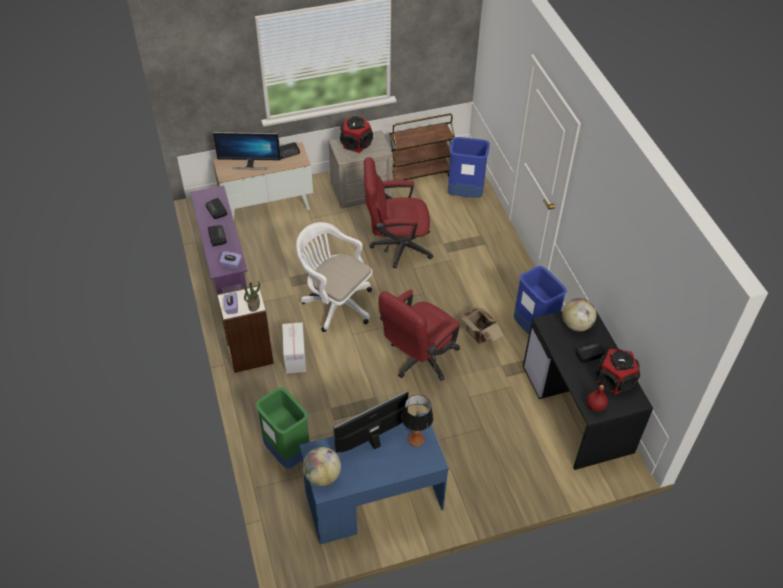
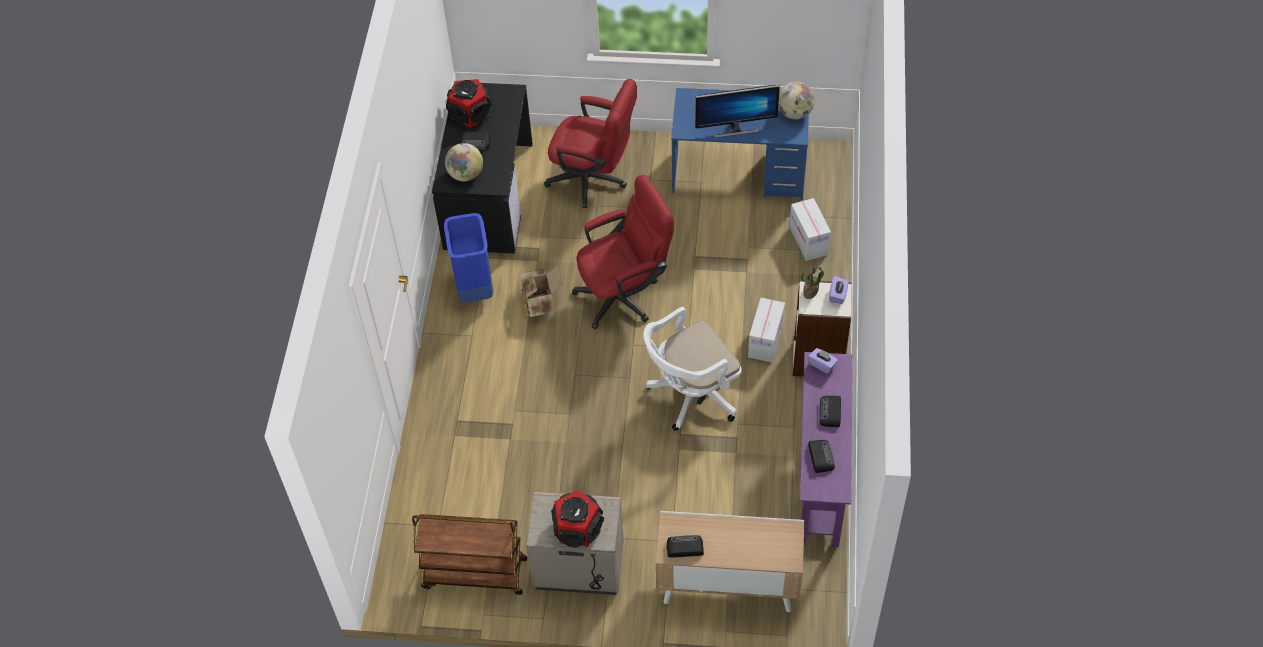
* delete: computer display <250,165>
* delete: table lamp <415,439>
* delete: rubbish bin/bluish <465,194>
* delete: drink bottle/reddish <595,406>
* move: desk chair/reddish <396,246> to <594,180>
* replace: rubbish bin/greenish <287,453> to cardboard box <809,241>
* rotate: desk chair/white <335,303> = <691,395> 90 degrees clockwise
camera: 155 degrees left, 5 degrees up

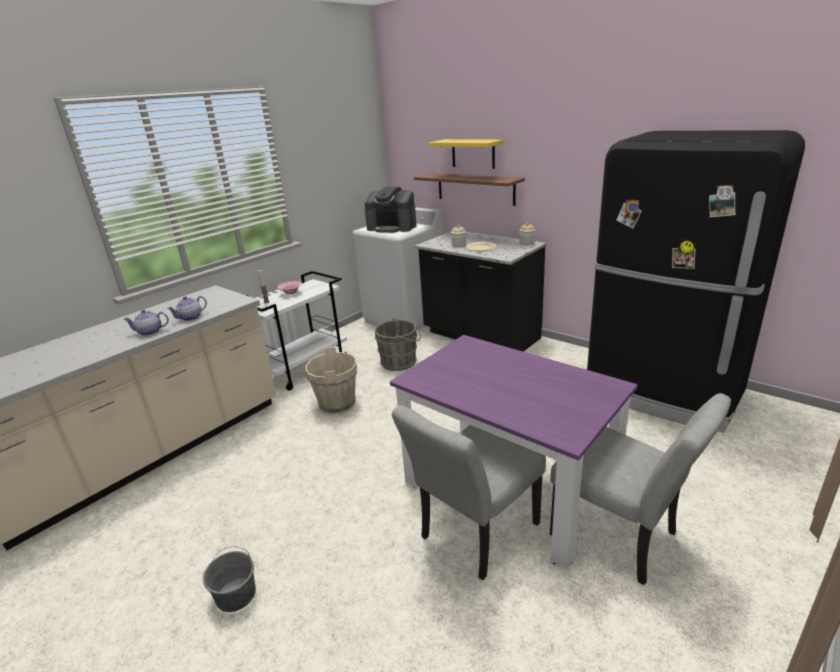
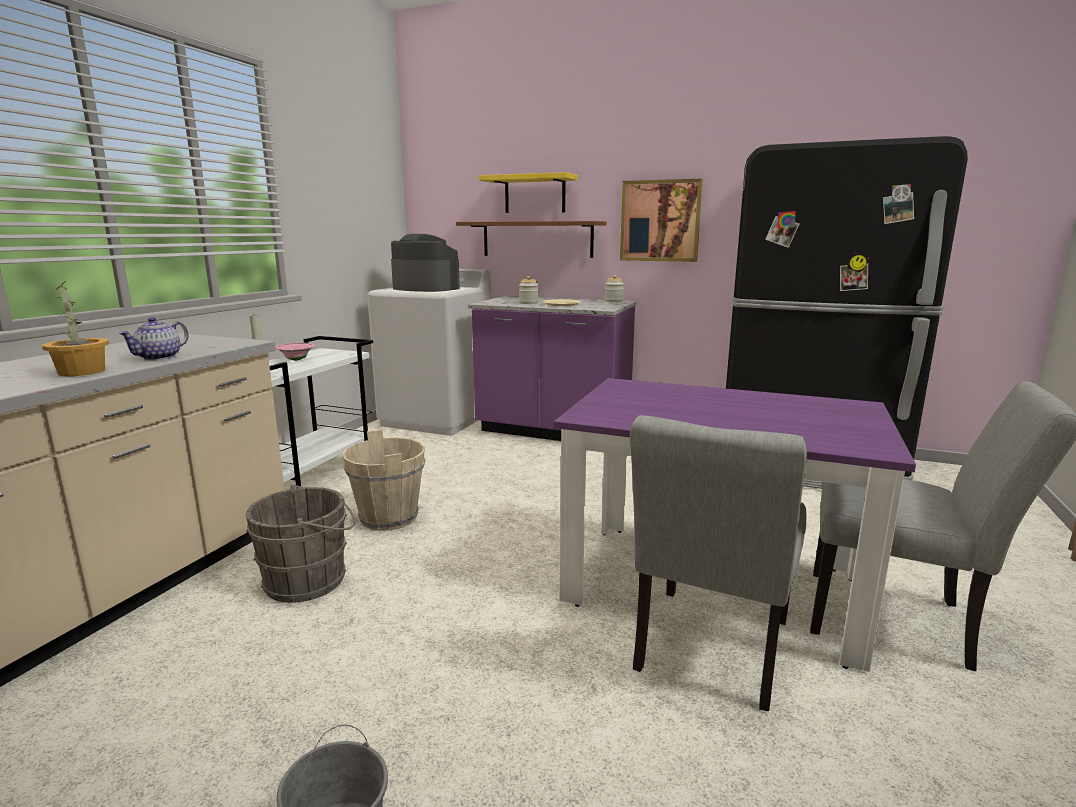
* insert: wall art <660,221>
* move: water bucket/greyish <401,362> to <311,580>
* replace: tea pot <149,332> to plant in a pot <82,372>
* recolor: kitchen counter/blackish <480,337> to kitchen counter/purple <553,431>
* rotate: coffee brewer <392,227> = <425,288> 150 degrees counterclockwise
camera: 20 degrees left, 10 degrees down

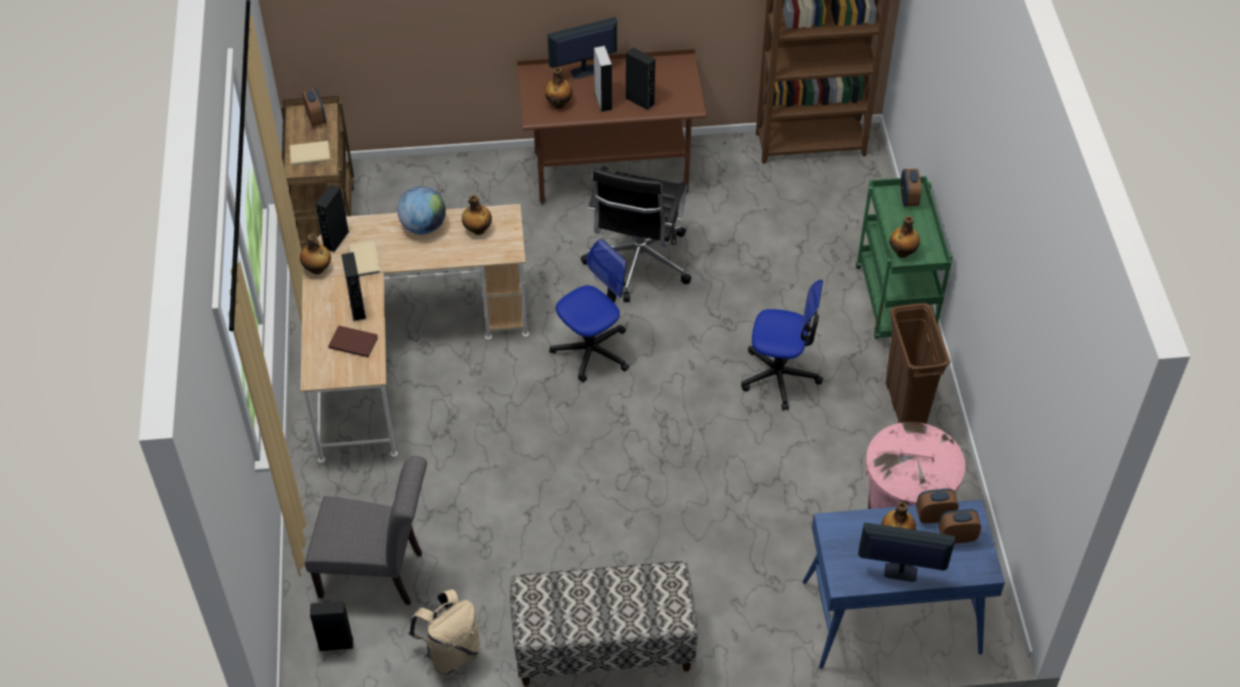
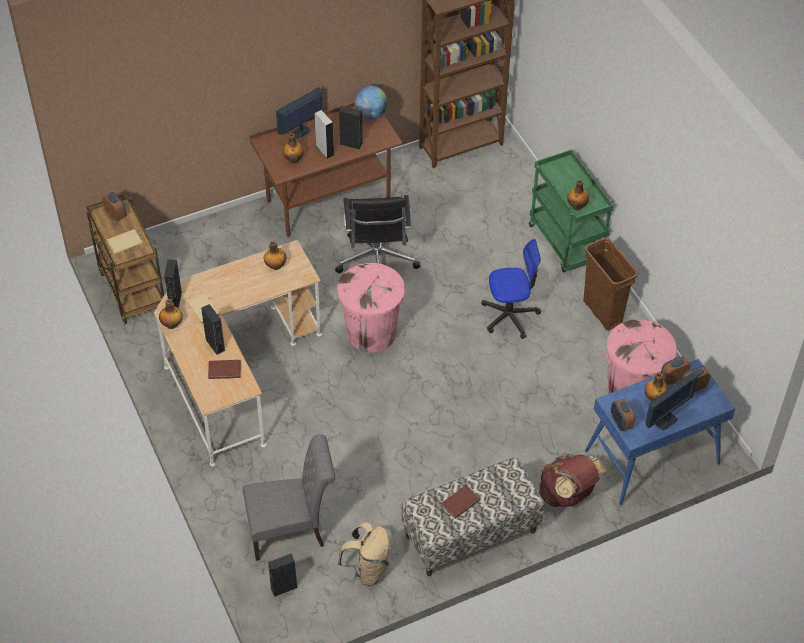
* insert: bound book/brown <459,502>
* insert: backpack/brown <567,495>
* move: globe <423,226> to <371,114>
* move: bedside clock <908,199> to <620,423>
* replace: desk chair <592,350> to rubbish bin/pink-coloured <371,333>
* rotate: computer display <899,572> = <666,421> 150 degrees clockwise
camera: 20 degrees left, 0 degrees up

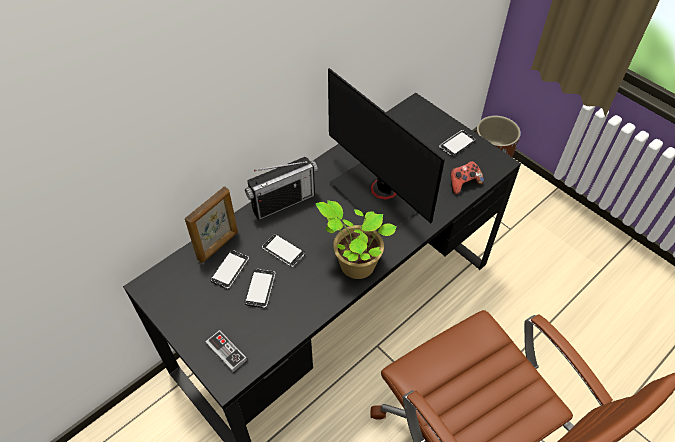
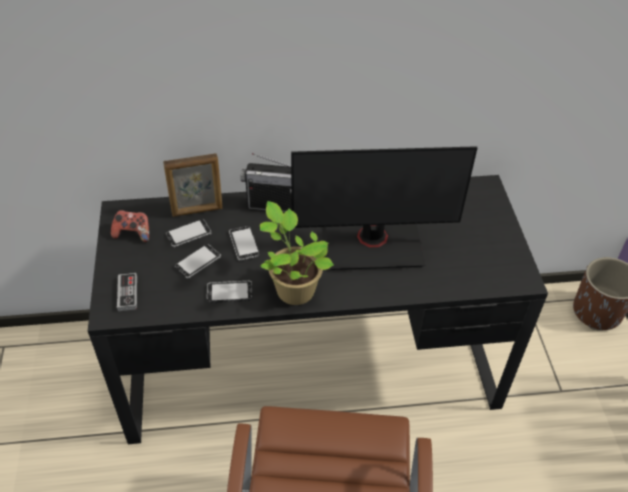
* move: telephone <457,144> to <229,292>
* move: gamepad <463,183> to <133,233>
* rotate: computer display <379,194> = <373,244> 90 degrees counterclockwise
camera: 35 degrees right, 5 degrees down

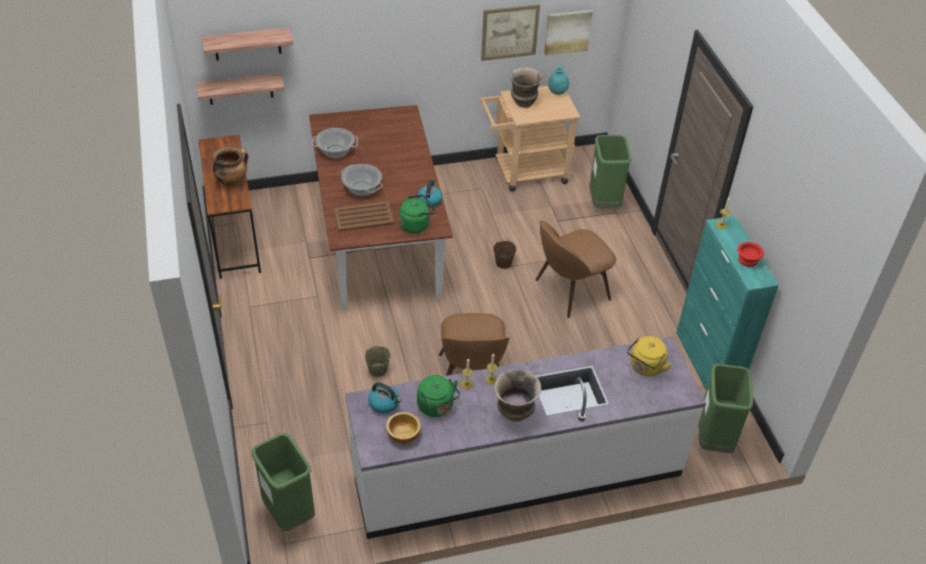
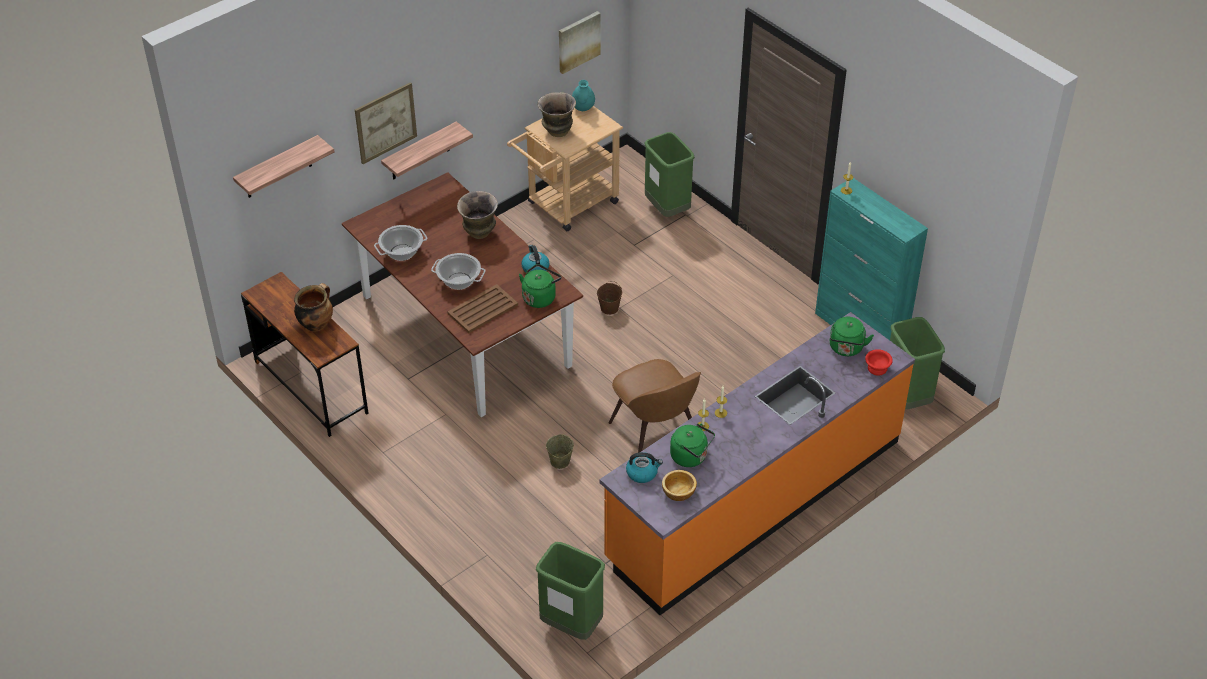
* delete: plain chair/brown <569,290>
* move: wall shelf <240,89> to <420,152>
* move: wall art <509,32> to <385,122>
* move: decorative vase <514,414> to <479,233>
* move: bowl/reddish <748,260> to <878,369>
* recolor: kitchen counter/white <517,472> to kitchen counter/orangey <754,499>
* recolor: tea kettle/yellowish <645,368> to tea kettle/greenish <846,349>
camera: 25 degrees left, 0 degrees up

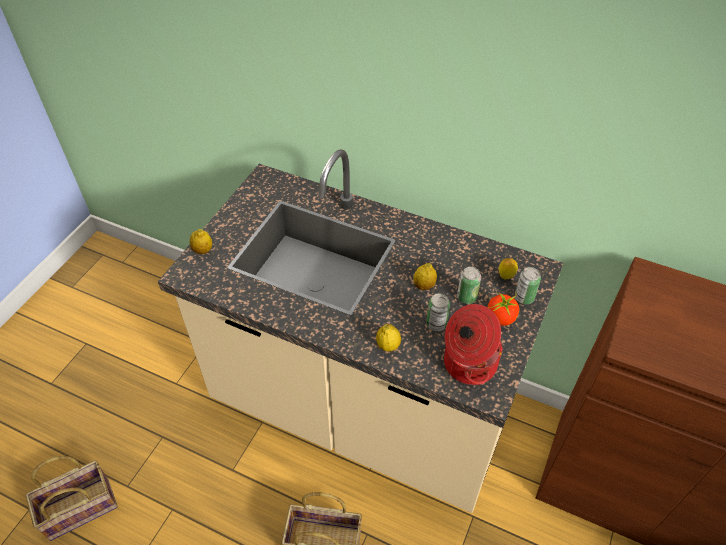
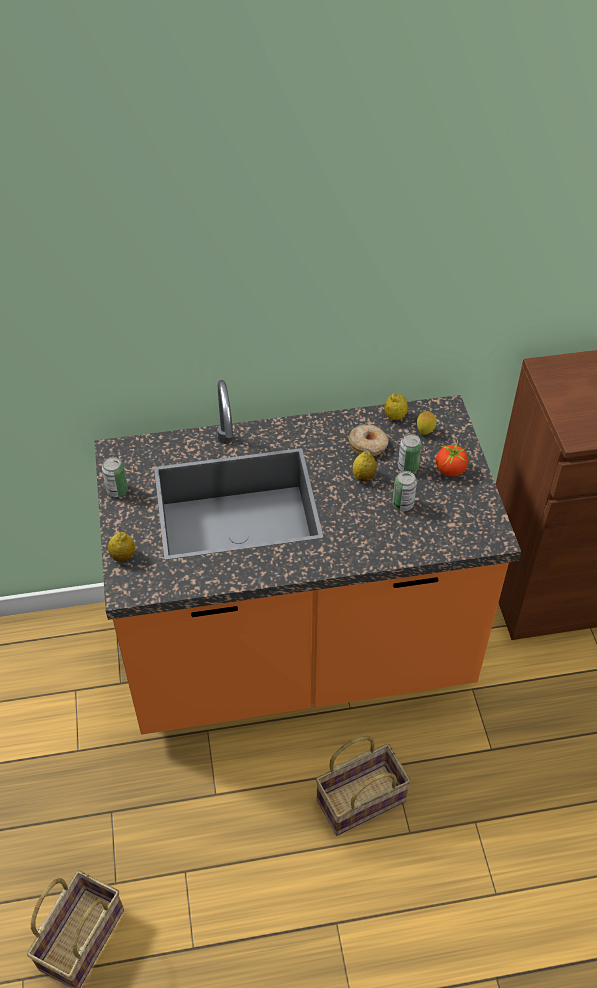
* delete: cooking pot <468,363>
* insert: doughnut <368,445>
* move: whole lemon <388,346> to <395,416>
* move: metal can <524,297> to <117,490>
* recolor: kitchen counter/sand-coloured <363,408> to kitchen counter/orangey <298,655>
camera: 35 degrees left, 0 degrees up

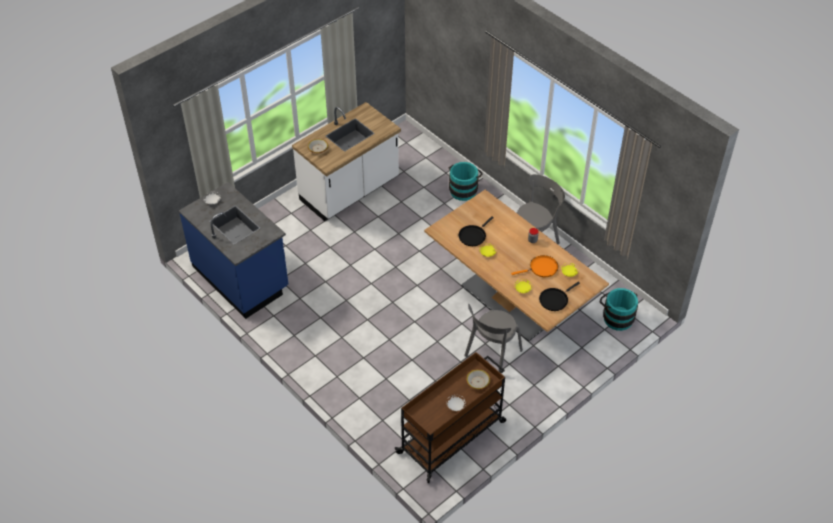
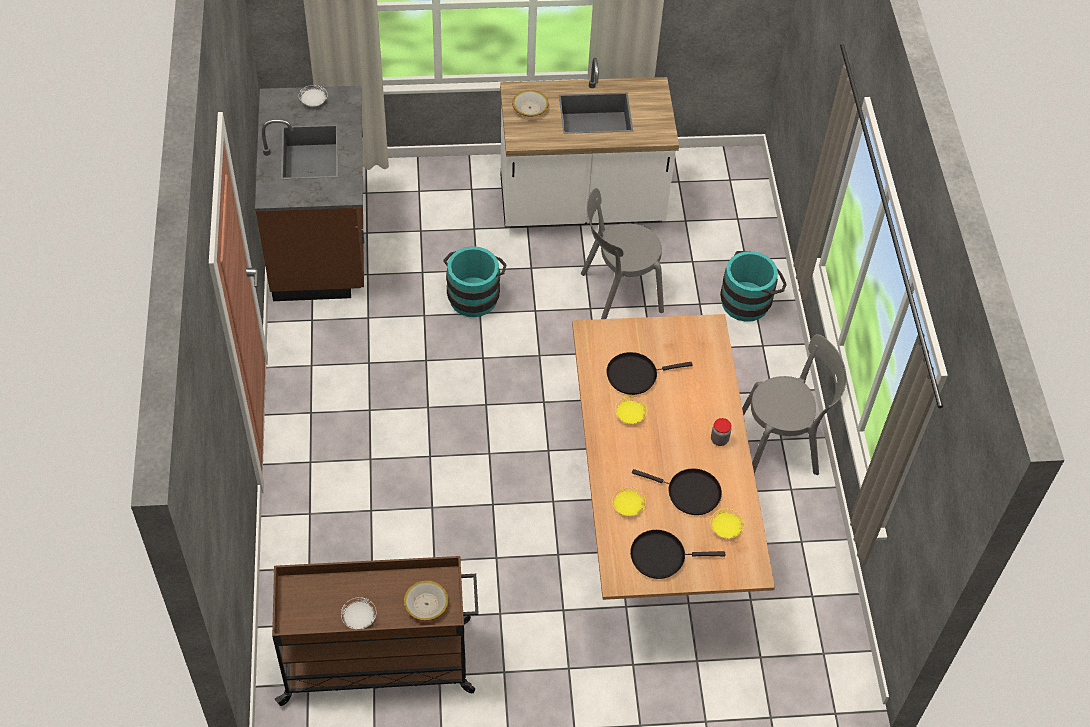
* move: plain chair/greyish <491,355> to <617,293>
* move: water bucket/turquoise-coloured <616,317> to <474,294>
* recolor: kitchen counter/bluish <241,277> to kitchen counter/brown <321,240>
* recolor: frying pan/orangey <541,268> to frying pan/blackish <689,493>
camera: 35 degrees right, 5 degrees up

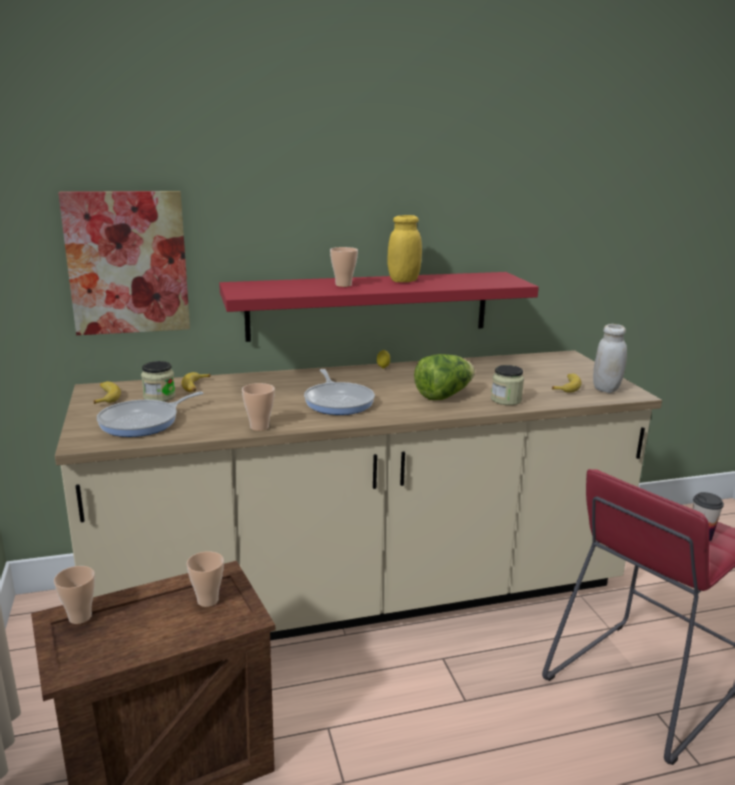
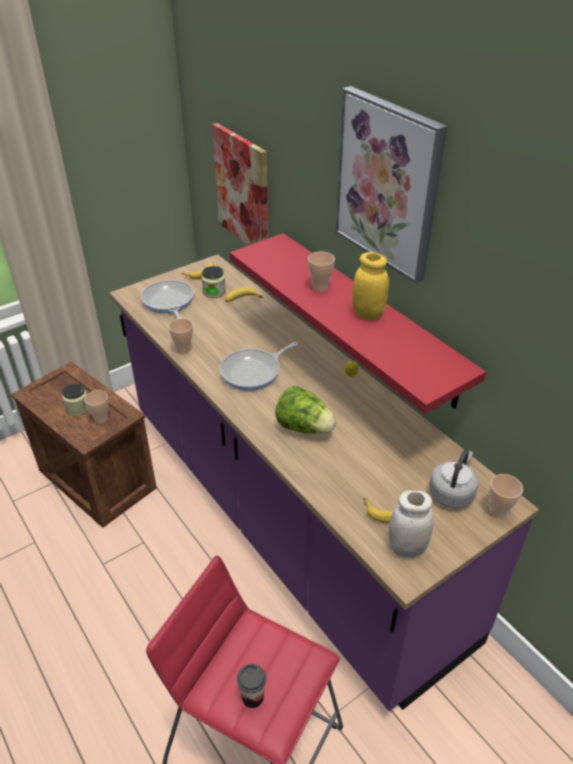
* insert: wall art <388,184>
* insert: tea kettle/greyish <452,492>
* move: cup <80,617> to <498,511>
* move: jar <506,400> to <78,408>
* recolor: kitchen counter/sand-coloured <362,595> to kitchen counter/purple <286,518>
* rotate: frying pan <143,422> = <168,302> 45 degrees clockwise
camera: 70 degrees right, 20 degrees up

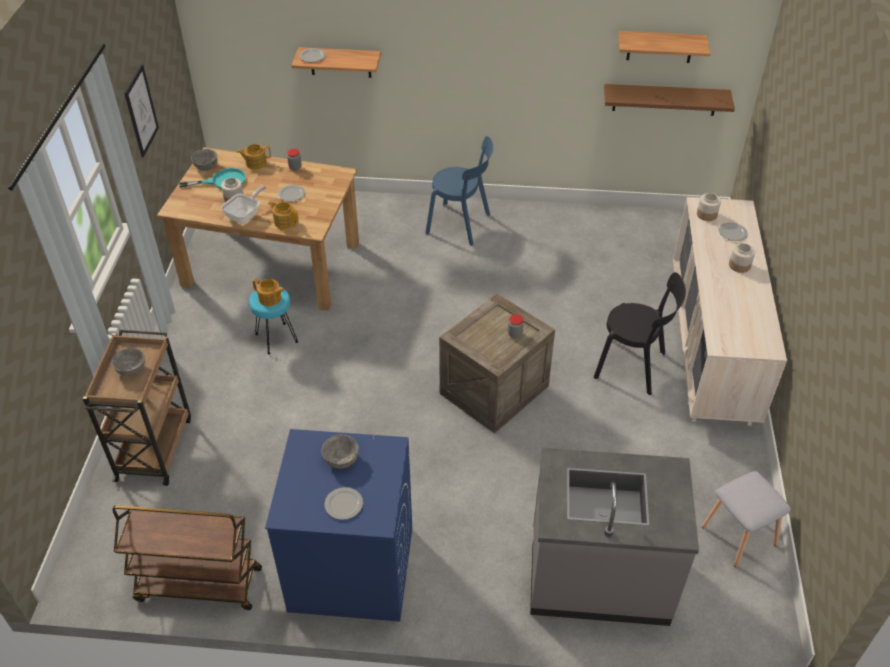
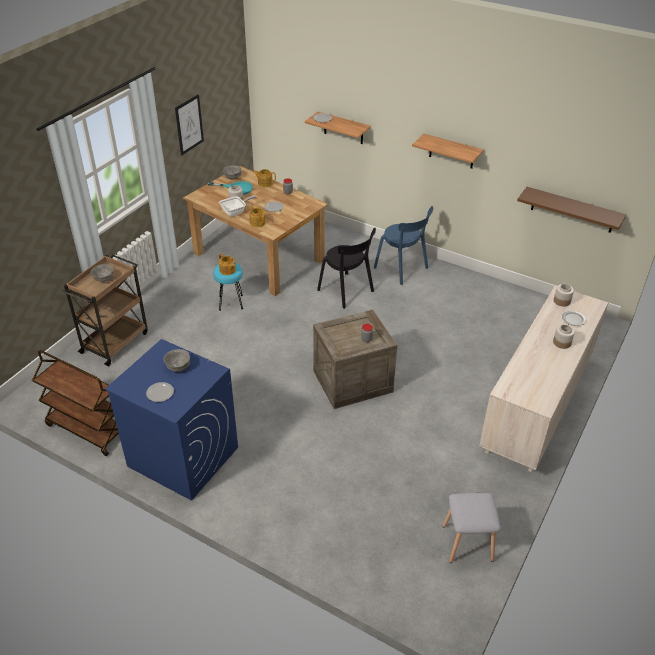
* delete: kitchen counter/greyish <598,576>
* move: plain chair/blackish <633,366> to <347,292>
* move: wall shelf <660,46> to <451,151>
camera: 25 degrees right, 5 degrees down

